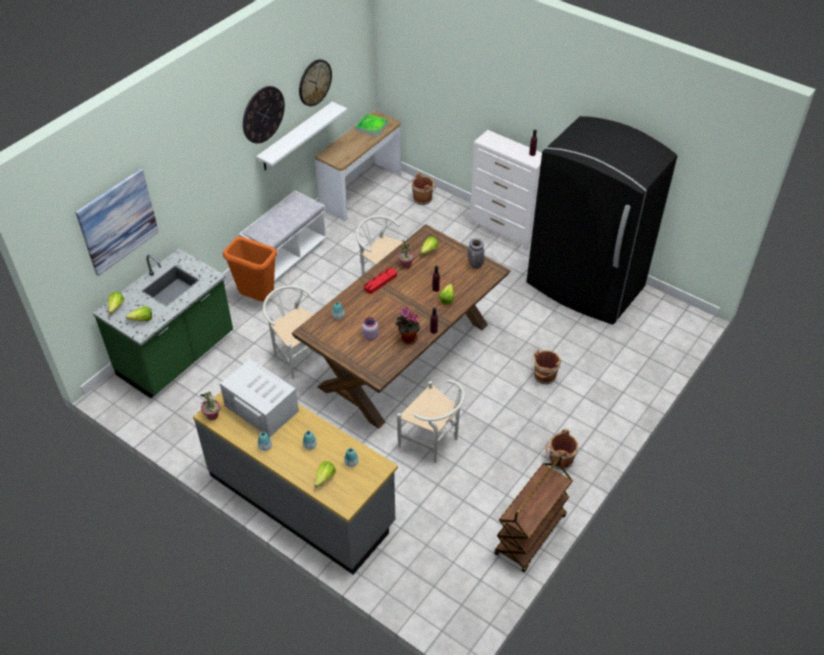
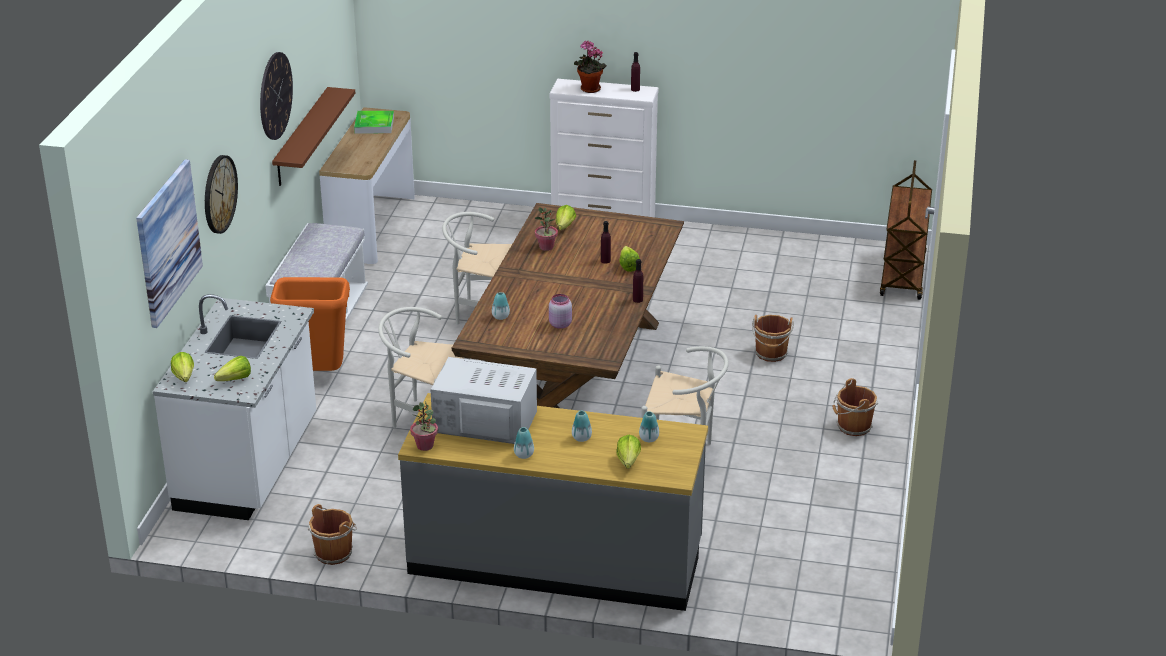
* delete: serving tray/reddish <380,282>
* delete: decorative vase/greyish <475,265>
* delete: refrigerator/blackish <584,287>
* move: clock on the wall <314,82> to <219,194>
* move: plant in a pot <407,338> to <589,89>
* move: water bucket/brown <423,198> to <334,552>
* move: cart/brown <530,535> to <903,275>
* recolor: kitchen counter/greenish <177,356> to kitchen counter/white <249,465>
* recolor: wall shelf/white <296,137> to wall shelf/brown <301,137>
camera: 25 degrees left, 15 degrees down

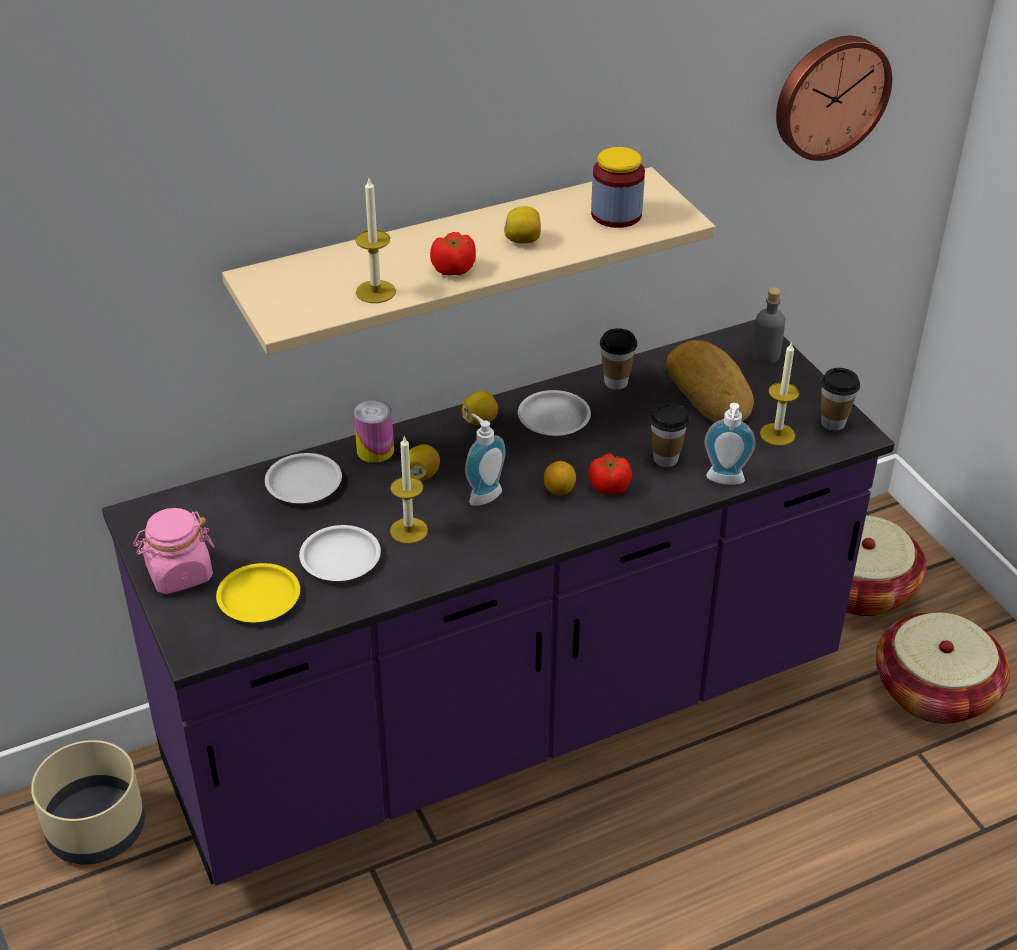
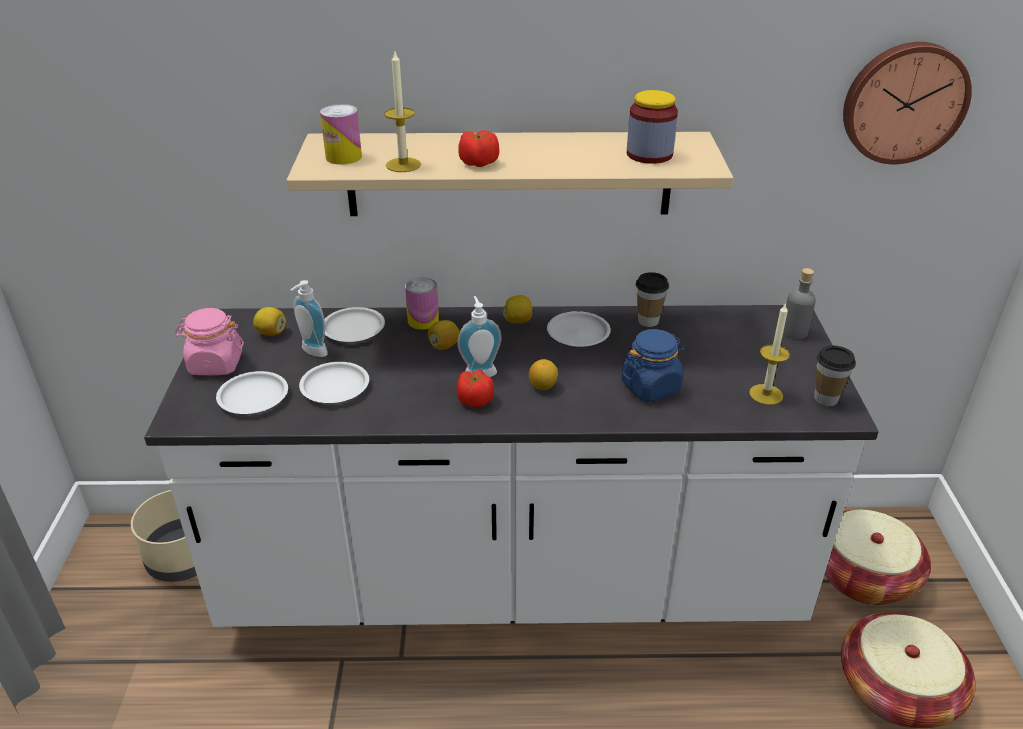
* delete: wax light <409,530>
* delete: baked bread <711,390>
* insert: metal can <343,157>
* move: whole lemon <523,240> to <271,333>
* move: fresh tomato <609,486> to <475,400>
* move: soap bottle <724,481> to <311,352>
* replace: cup <665,458> to jar/bluish <651,387>
* recolor: kitchen counter/purple <507,719> to kitchen counter/white <511,582>
* recolor: plate/yellowish <258,598> to plate/white <253,397>
camera: 25 degrees right, 5 degrees down

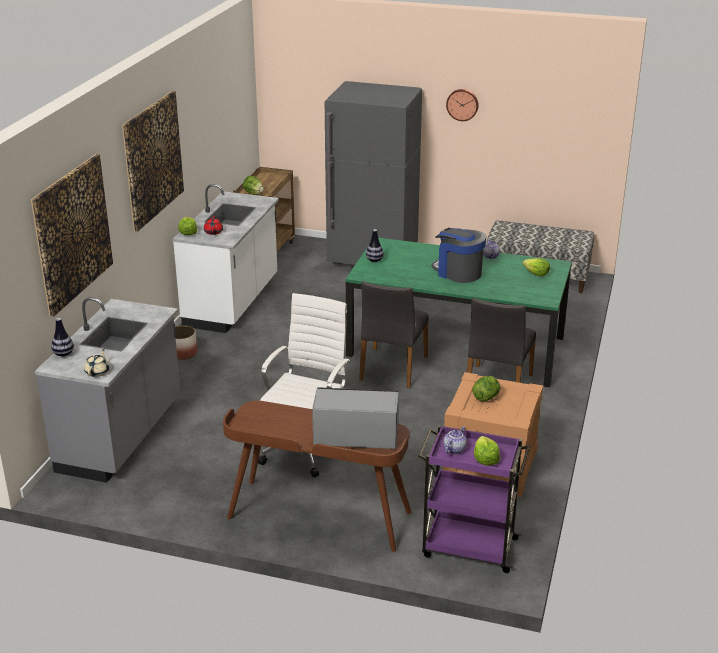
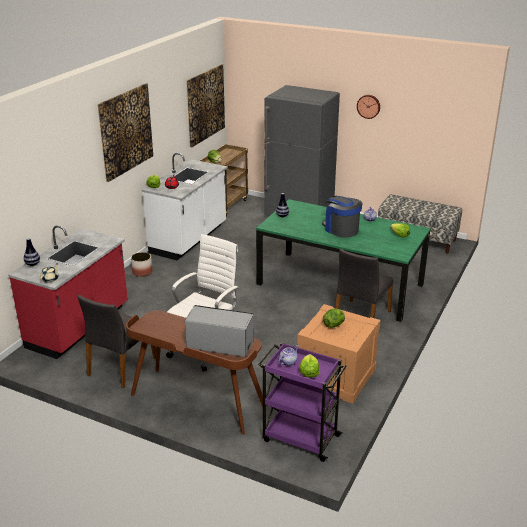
* move: wall art <72,233> to <205,105>
* move: plain chair/greyish <392,368> to <121,366>
* recolor: kitchen counter/greyish <122,437> to kitchen counter/reddish <79,327>
camera: 10 degrees right, 0 degrees up

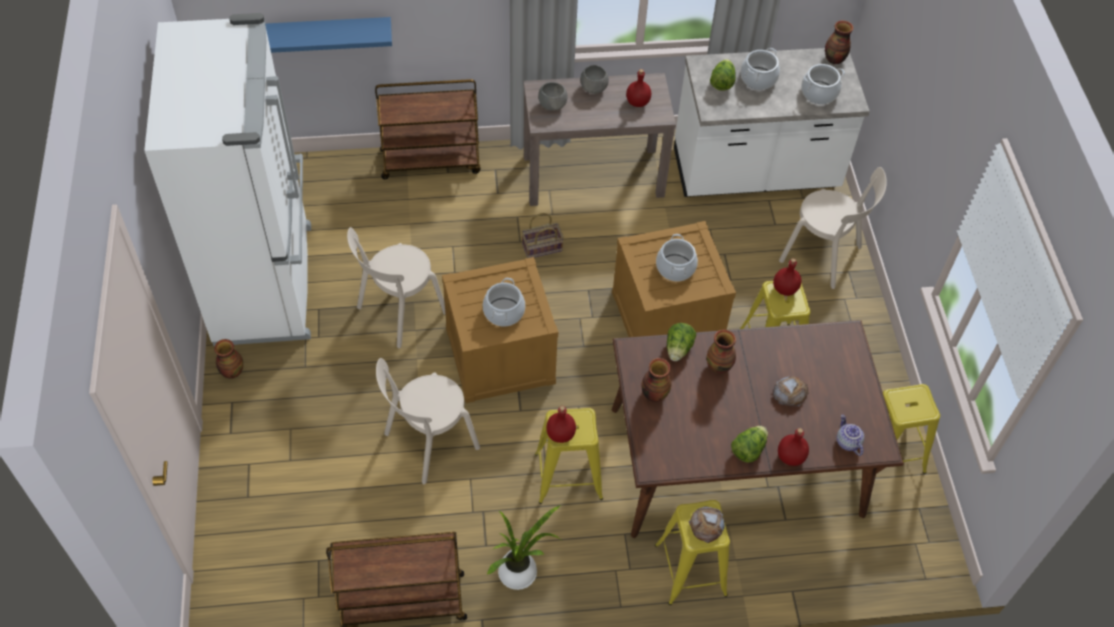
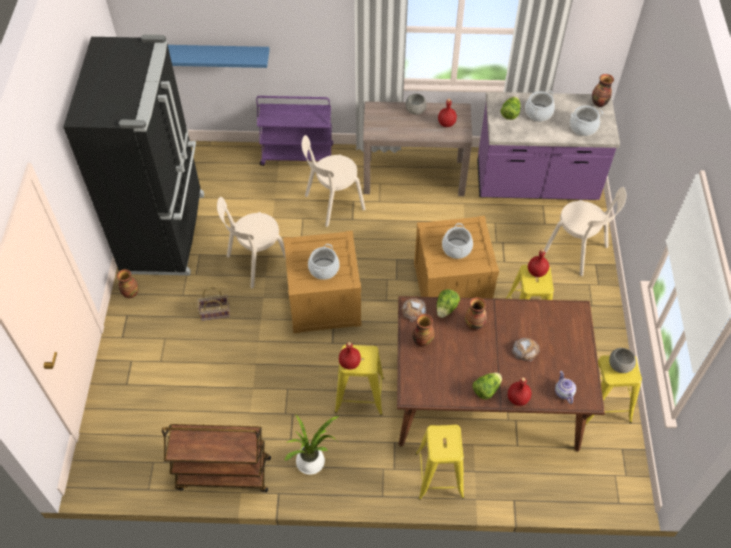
* move: plain chair/sand-coloured <428,443> to <332,203>
* move: household basket <541,248> to <214,313>
* move: bowl/greyish <552,105> to <619,365>
* move: baked bread <707,525> to <413,311>
* recolor: refrigerator/white <267,283> to refrigerator/blackish <166,232>
* recolor: cart/brown <431,161> to cart/purple <297,155>
* recolor: kitchen counter/white <755,173> to kitchen counter/purple <535,184>
camera: 10 degrees right, 0 degrees up

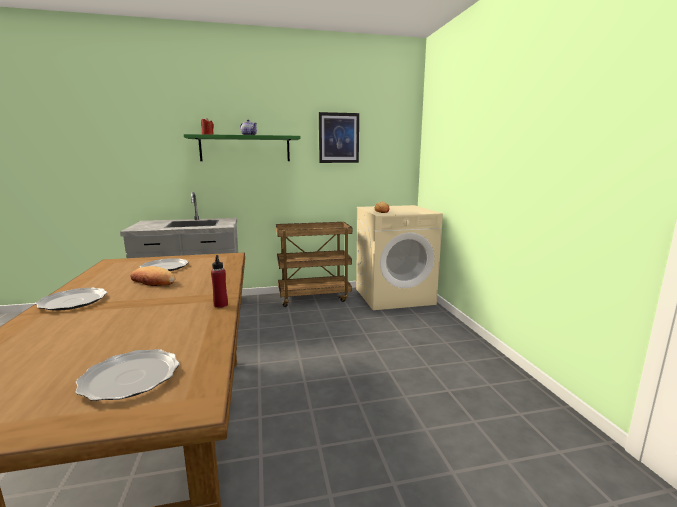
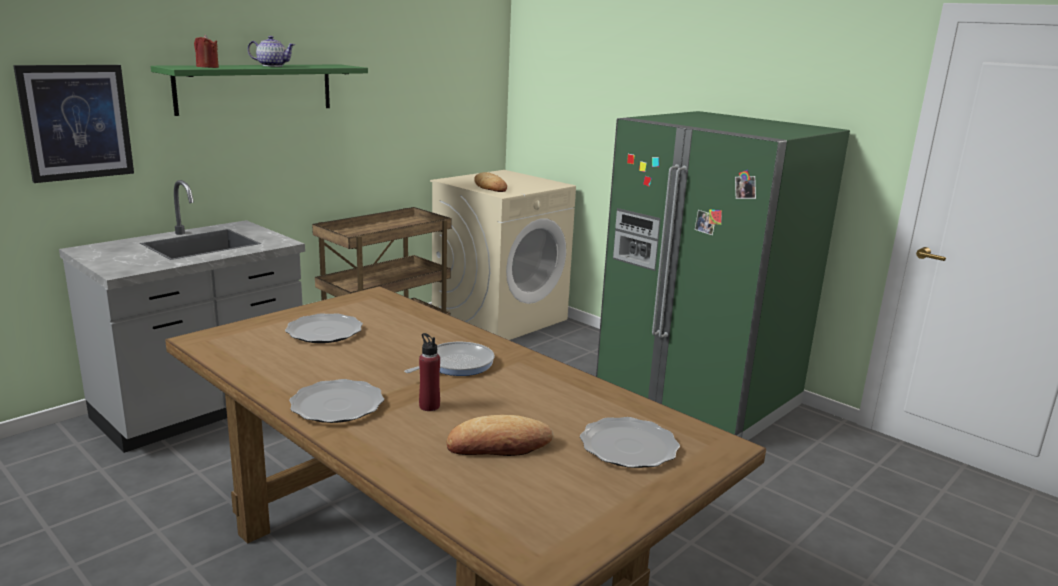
* insert: frying pan <456,364>
* insert: refrigerator/greenish <697,398>
* move: baked bread <153,281> to <499,445>
* move: drink bottle/reddish <221,305> to <429,406>
* move: wall art <338,138> to <76,122>
camera: 35 degrees left, 5 degrees up

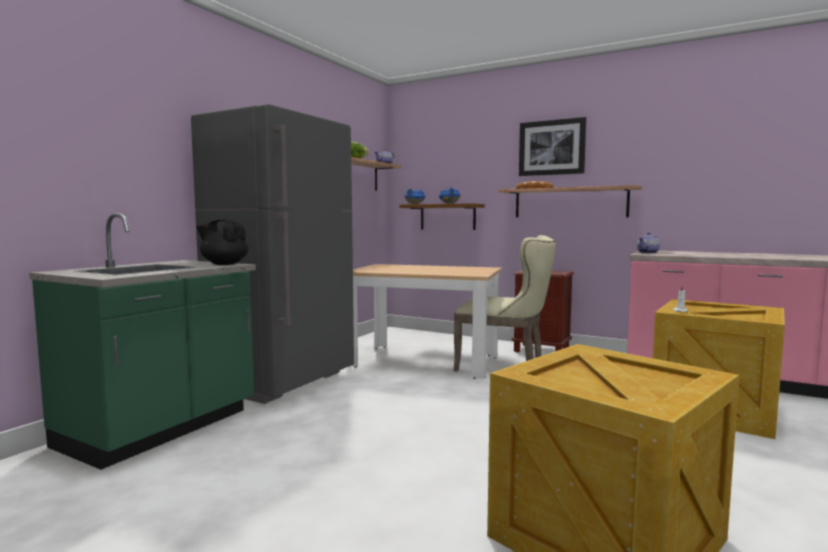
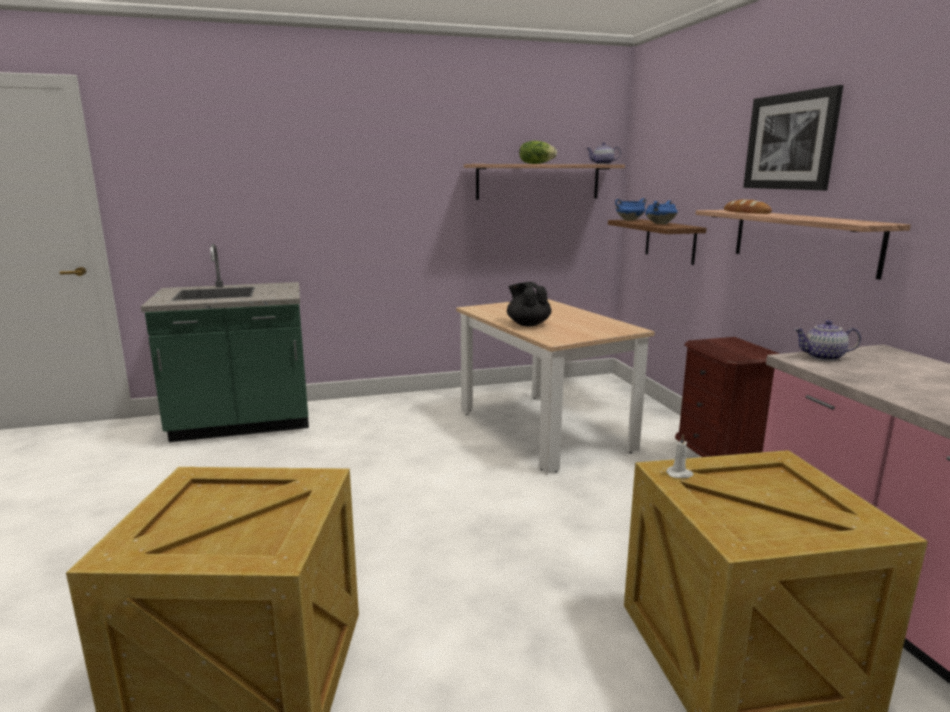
* delete: refrigerator/greyish <284,382>
* delete: plain chair/sand-coloured <505,366>
* move: tea pot/blackish <224,264> to <528,324>
camera: 45 degrees right, 10 degrees up

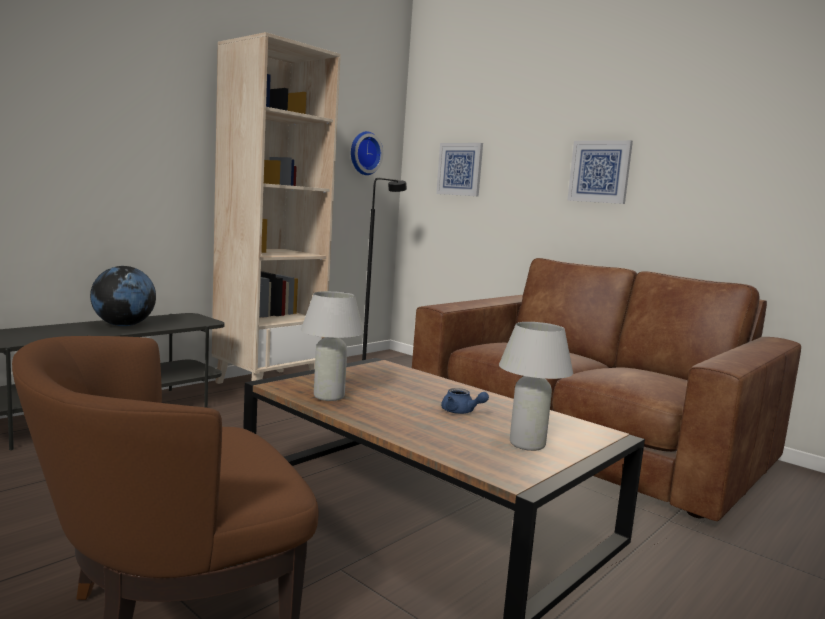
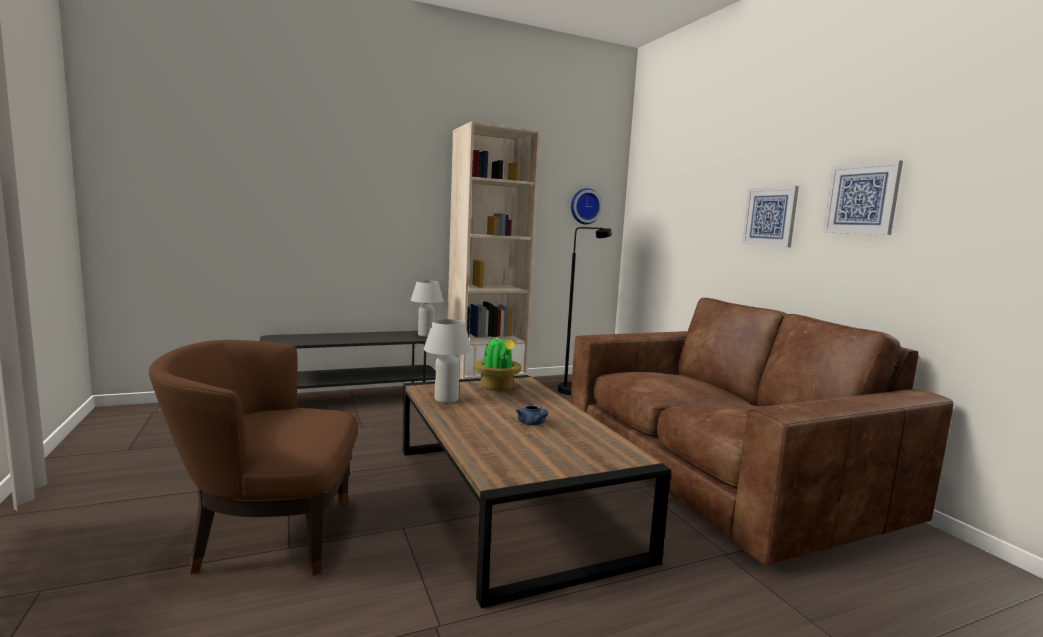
* delete: globe <123,325>
* insert: plant in a pot <497,387>
* move: wall art <460,169> to <862,199>
* move: table lamp/white <527,444> to <426,335>
camera: 25 degrees right, 0 degrees up

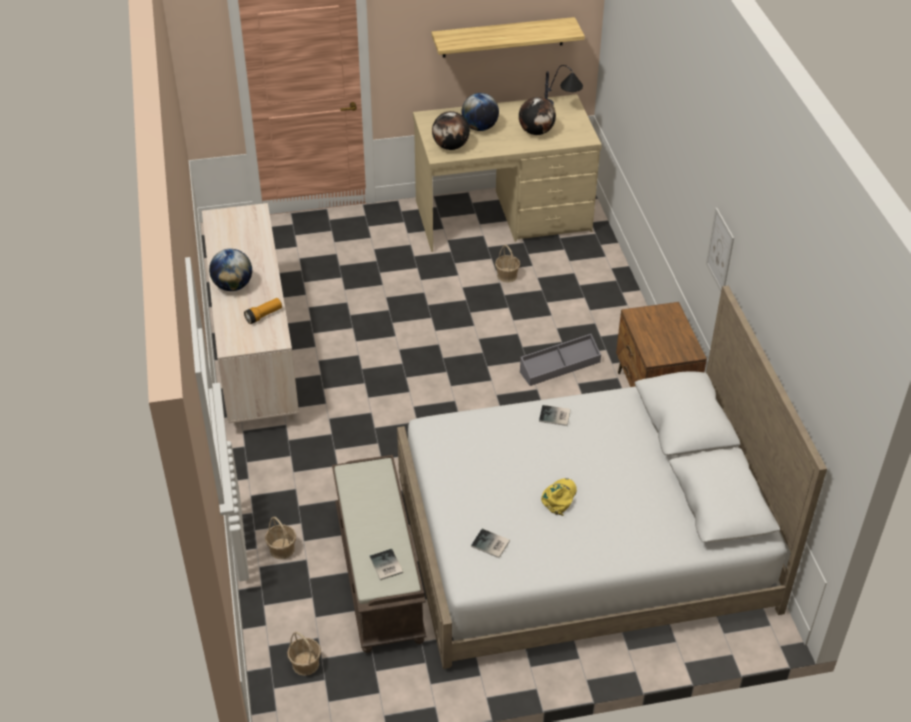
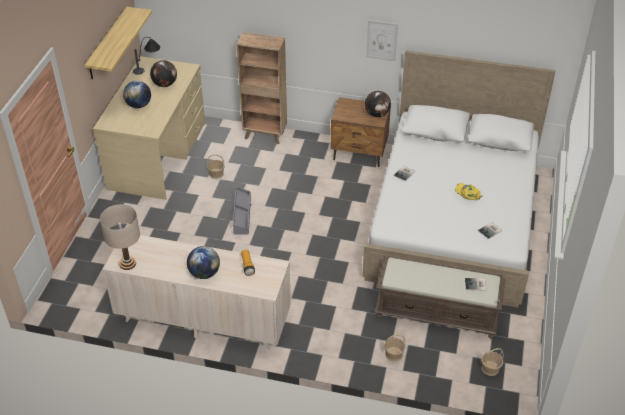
* insert: table lamp/sand-coloured <127,263>
* insert: bookshelf/brown <265,135>
* move: globe <450,146> to <377,114>
* move: storage container/greyish <559,366> to <241,215>
camera: 65 degrees left, 0 degrees up

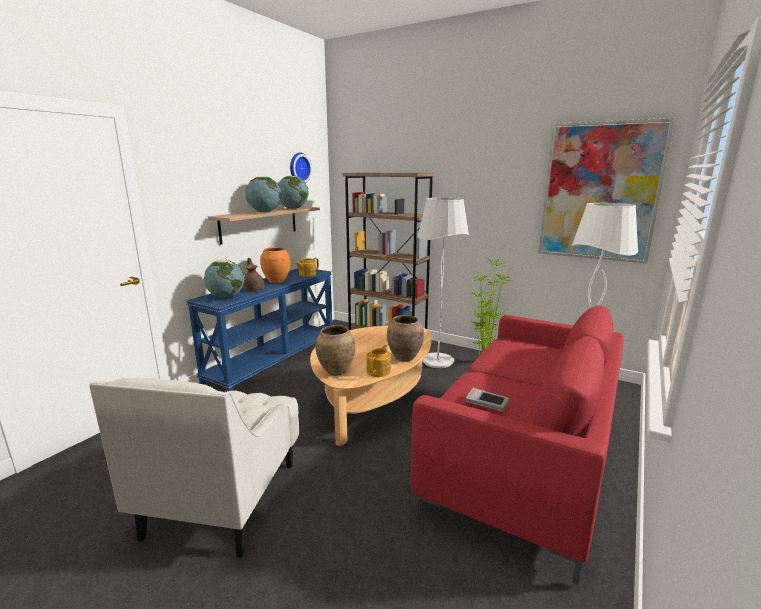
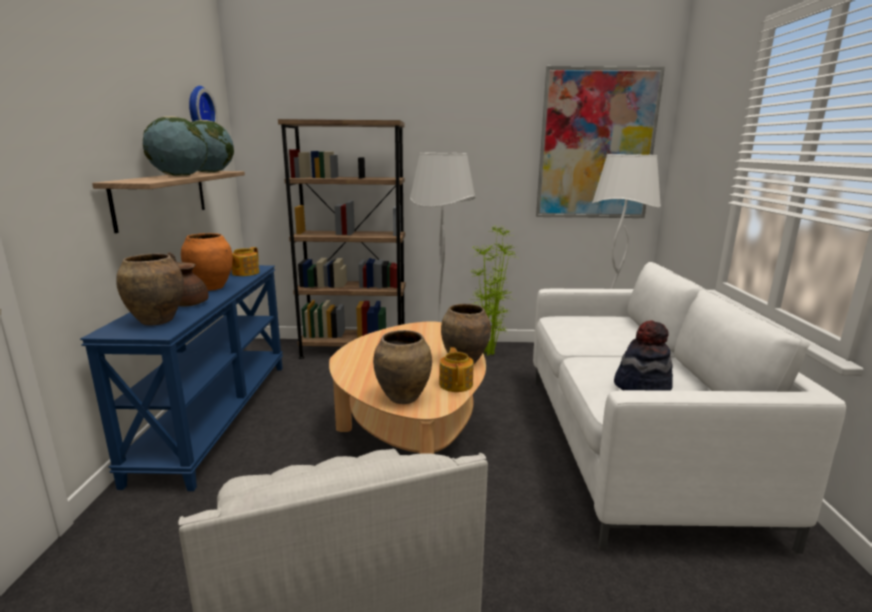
* replace: globe <226,297> to decorative vase/brown <156,321>
* replace: bound book <486,403> to clothing hat <642,386>
* recolor: sofa/reddish <524,460> to sofa/white <631,446>
camera: 30 degrees left, 0 degrees up

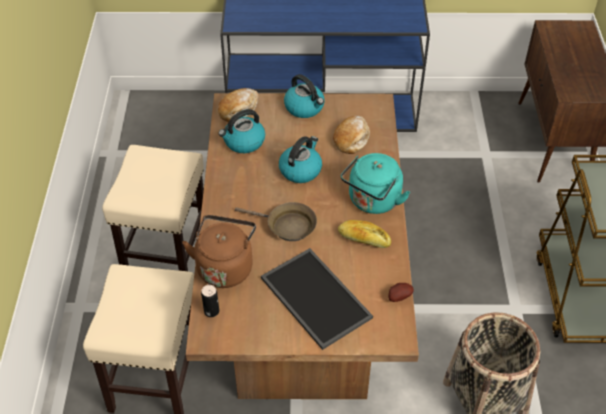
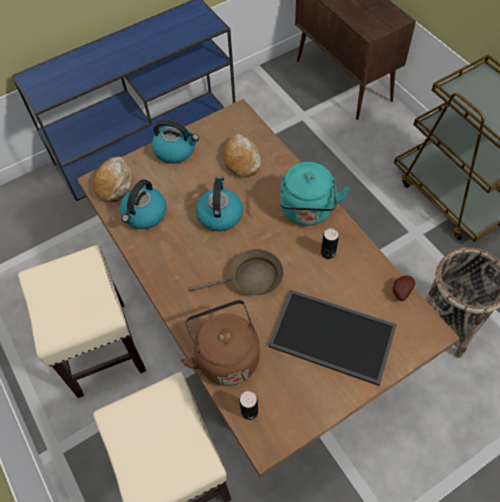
* replace: baked bread <363,239> to metal can <328,253>
camera: 30 degrees left, 10 degrees up

